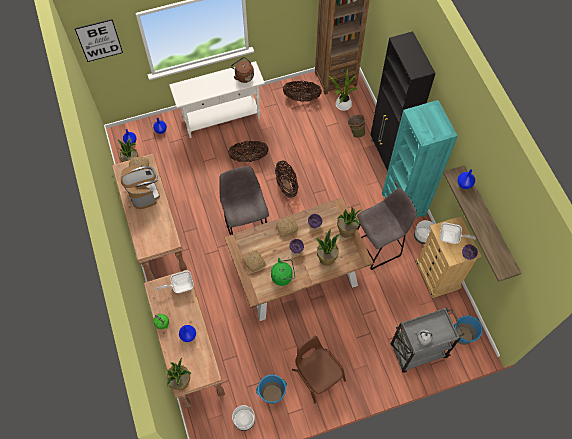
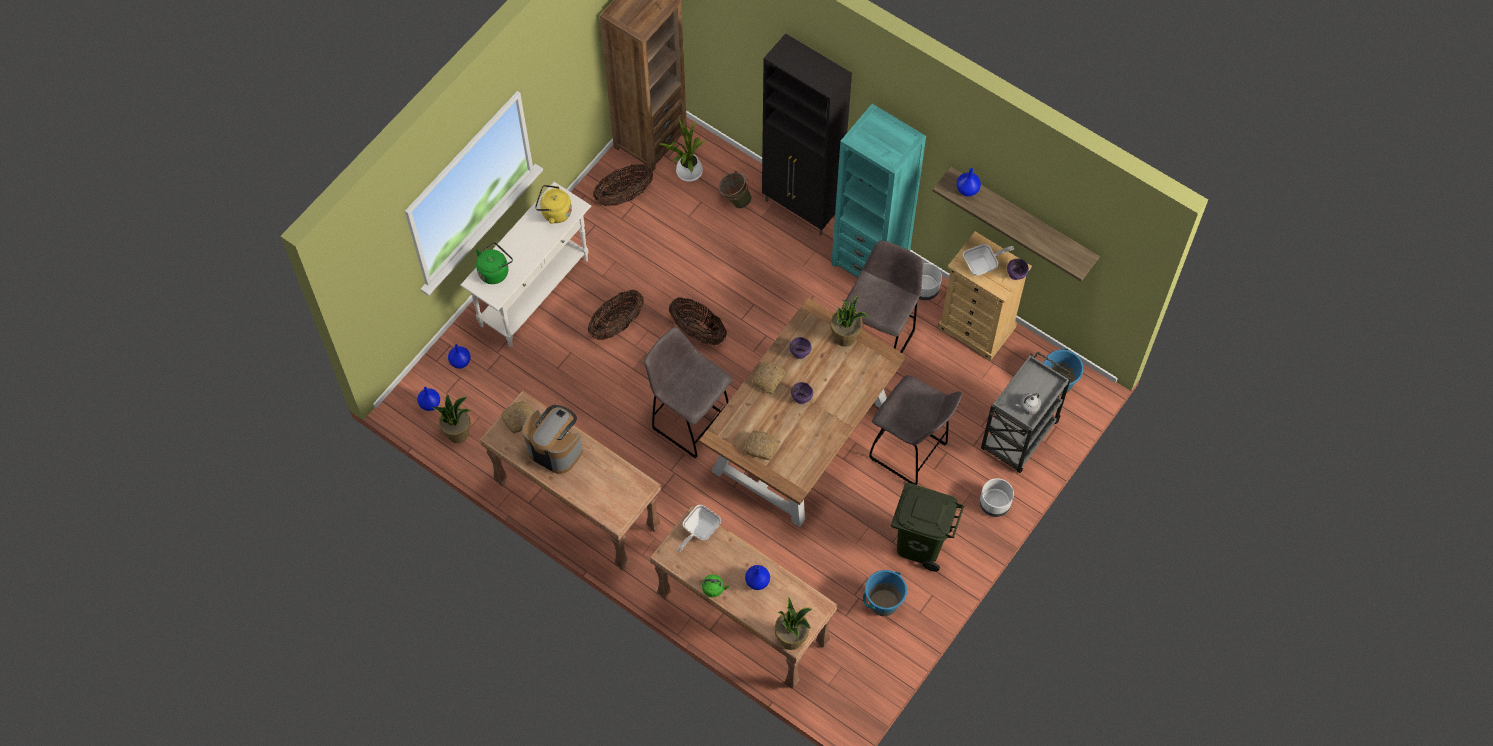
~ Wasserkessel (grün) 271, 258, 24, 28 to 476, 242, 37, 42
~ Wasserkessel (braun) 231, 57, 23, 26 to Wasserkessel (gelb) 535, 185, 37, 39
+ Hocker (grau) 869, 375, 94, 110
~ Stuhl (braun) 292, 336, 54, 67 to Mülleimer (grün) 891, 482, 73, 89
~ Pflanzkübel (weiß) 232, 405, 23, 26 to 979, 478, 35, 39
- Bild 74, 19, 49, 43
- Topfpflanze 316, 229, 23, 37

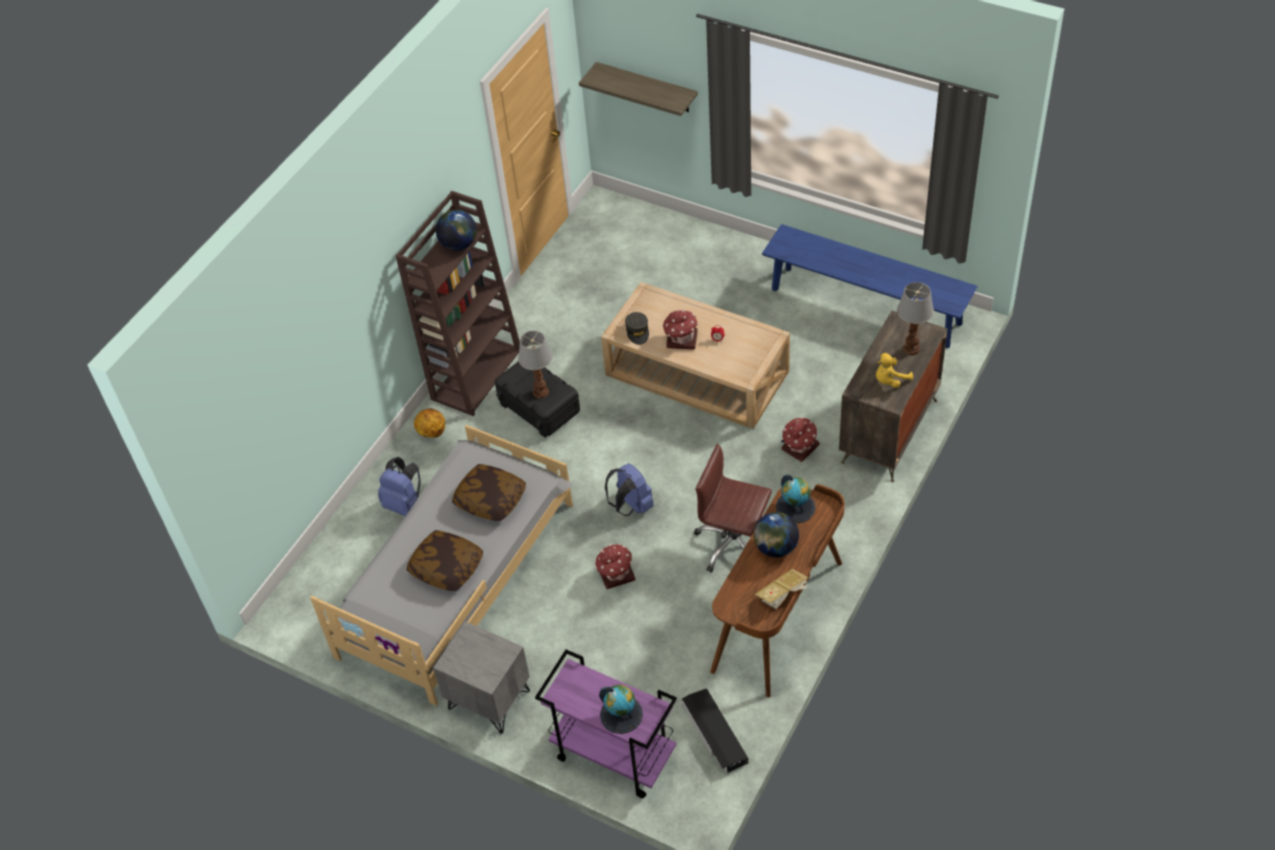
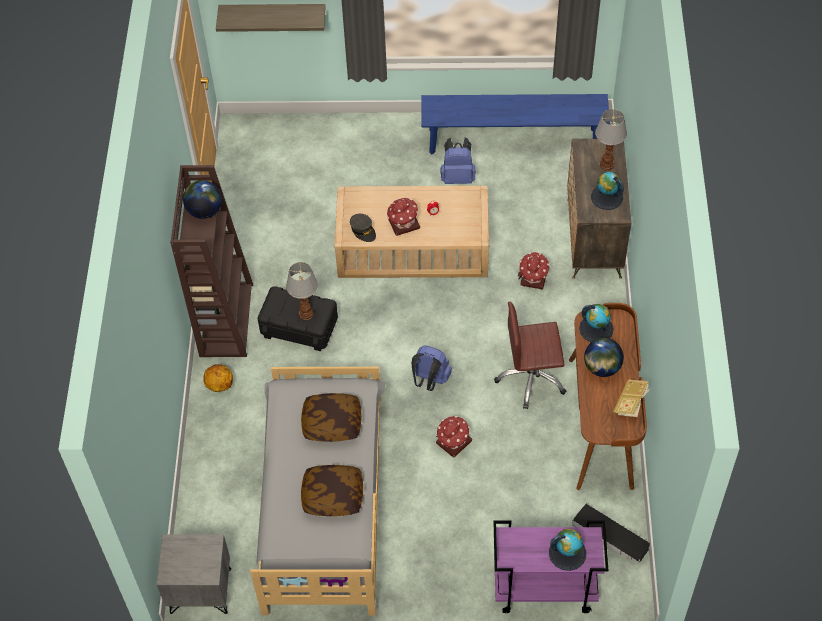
~ Nachttisch (grau) 433, 621, 97, 113 to 157, 534, 74, 80
~ Rucksack (blau) 378, 457, 43, 59 to 440, 138, 36, 46
~ Plüschtier (gelb) 876, 353, 37, 35 to Globus 591, 172, 33, 38

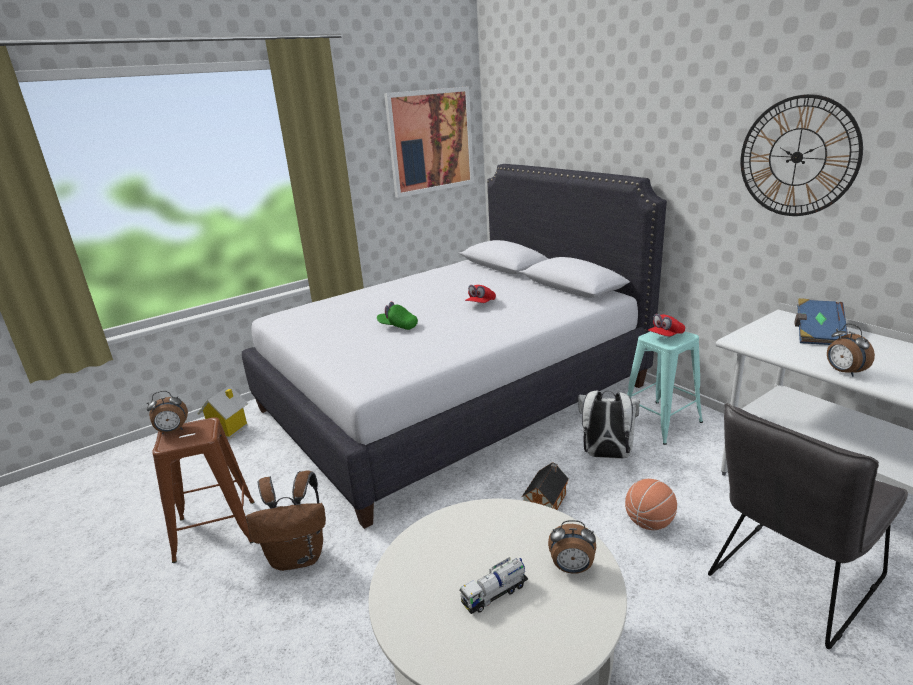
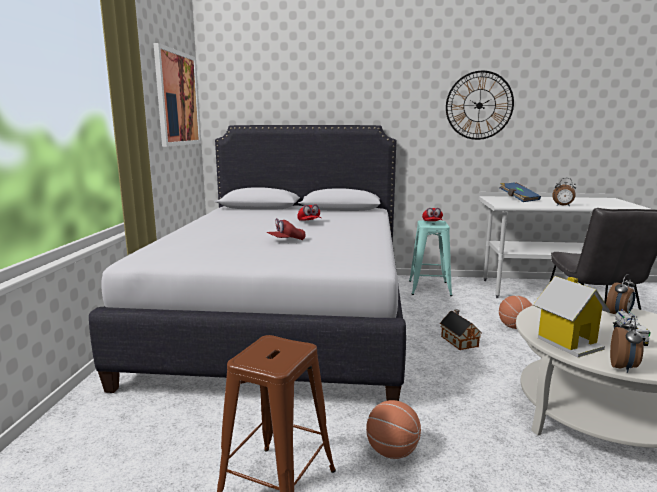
~ Kappe (grün) 377, 302, 41, 28 to Kappe (rot) 267, 218, 39, 22
~ Rucksack (braun) 246, 471, 80, 100 to Basketball 366, 400, 55, 59
~ Spielzeughaus 198, 386, 50, 54 to 533, 276, 78, 81
~ Wecker 147, 391, 41, 43 to 610, 316, 33, 57
- Rucksack (weiß) 578, 391, 62, 68

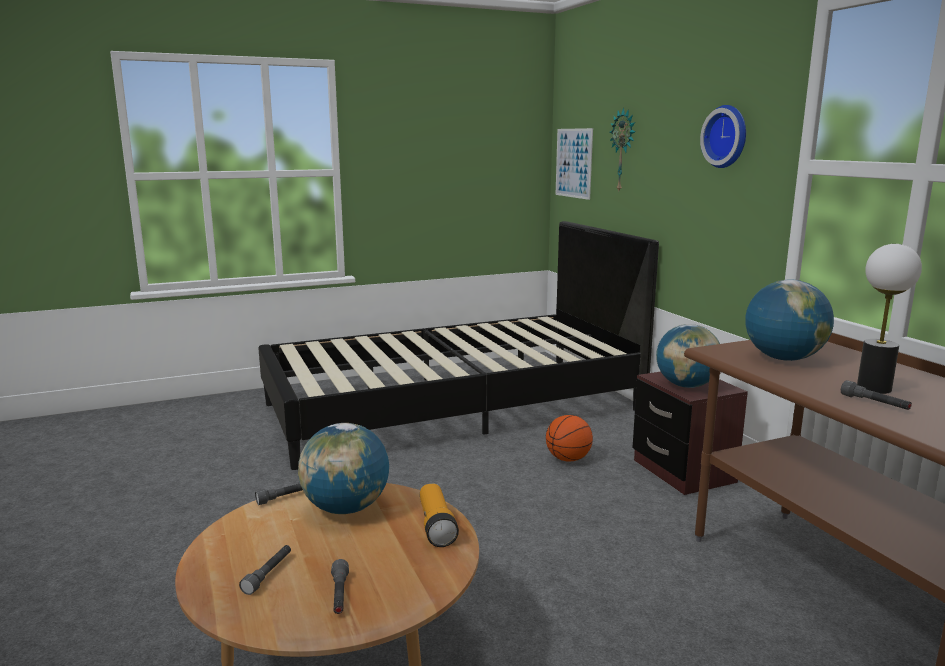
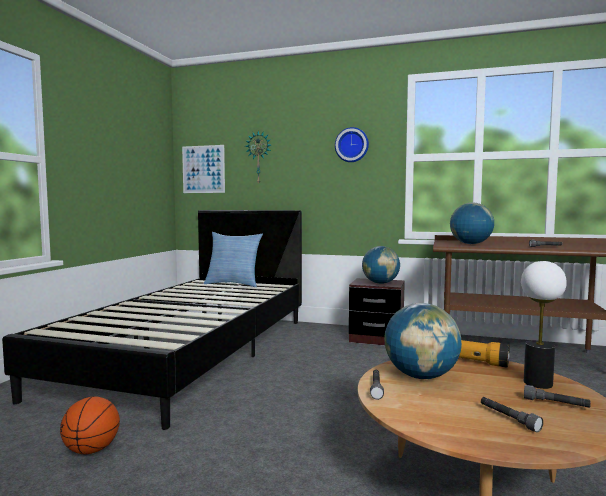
~ Basketball 546, 415, 47, 47 to 60, 396, 60, 58
+ Kissen 204, 232, 59, 55
~ Tischlampe 857, 244, 65, 150 to 521, 261, 46, 128

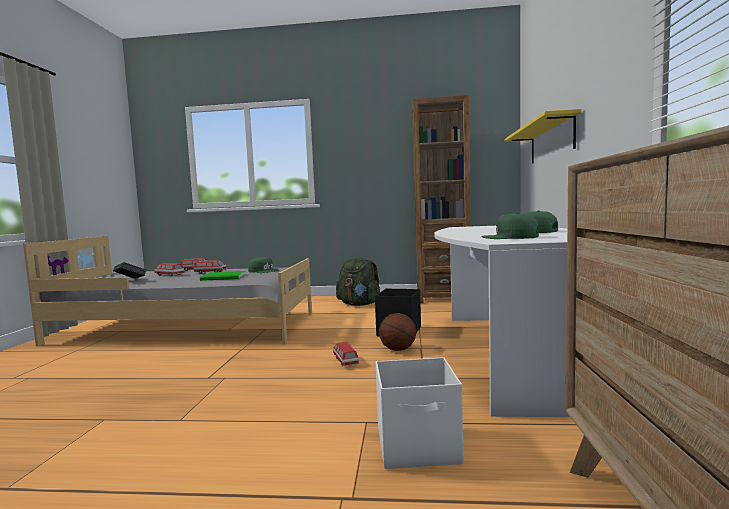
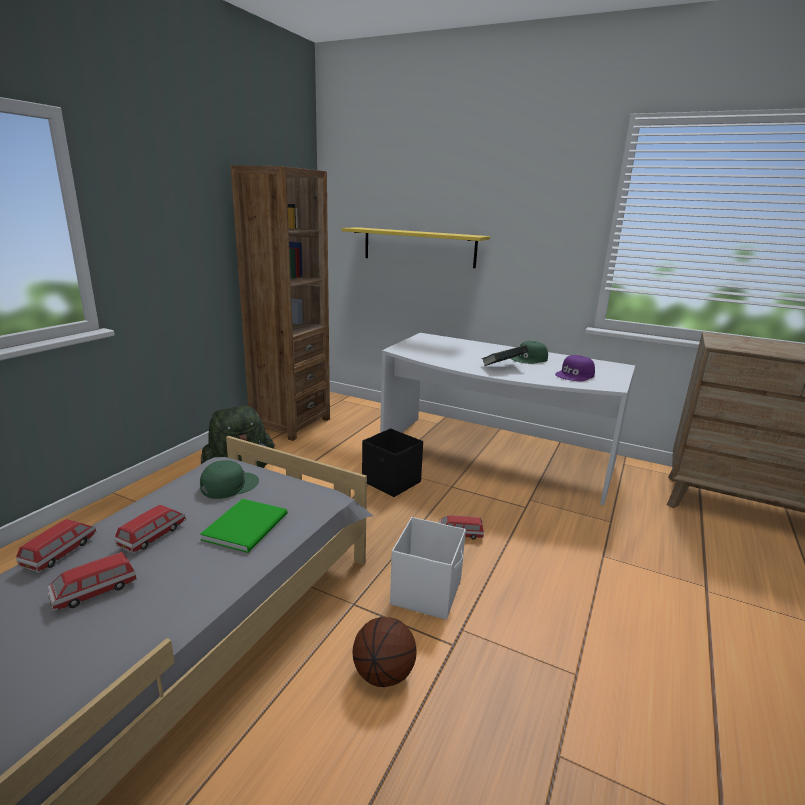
~ Basketball 379, 313, 37, 38 to 353, 617, 63, 70
~ Aufbewahrungsbox (weiß) 376, 357, 87, 112 to 390, 517, 76, 103
~ Buch 113, 262, 34, 17 to 482, 345, 46, 21
~ Kappe (grün) 481, 213, 58, 26 to Kappe (lila) 555, 355, 40, 26

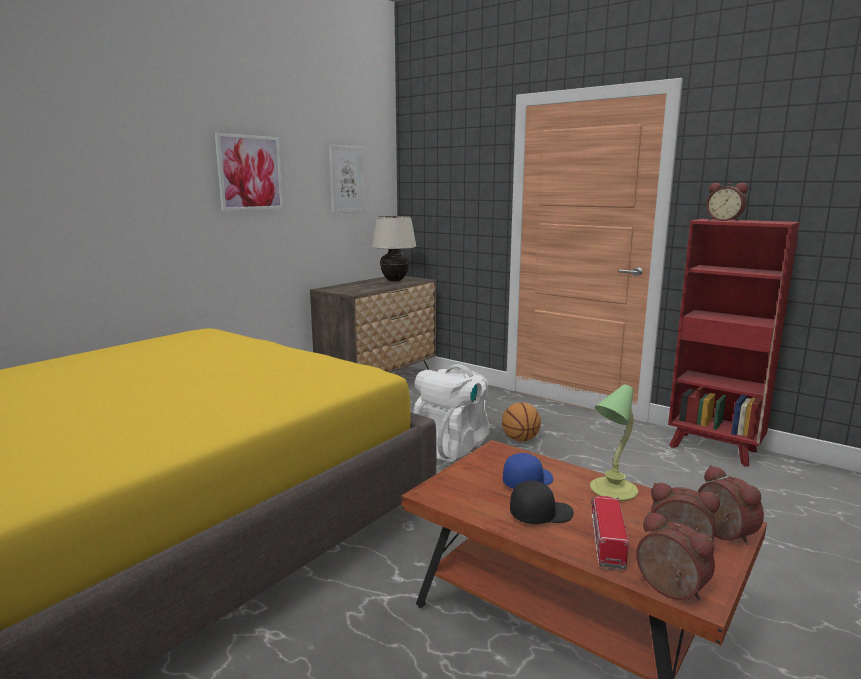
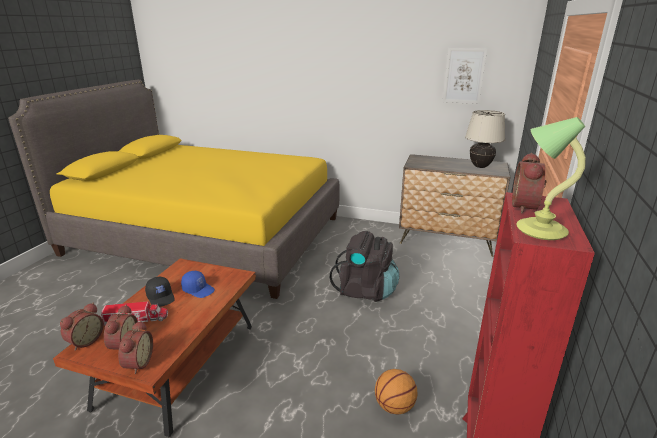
~ Wecker 698, 465, 66, 80 = 118, 320, 35, 54 45 degrees counterclockwise
~ Rucksack (weiß) 413, 364, 77, 98 to Rucksack (schwarz) 330, 231, 69, 71
~ Basketball 502, 402, 39, 40 to 375, 369, 43, 46
~ Tischlampe 590, 384, 48, 117 to 516, 117, 70, 123
- Bild 215, 133, 68, 78

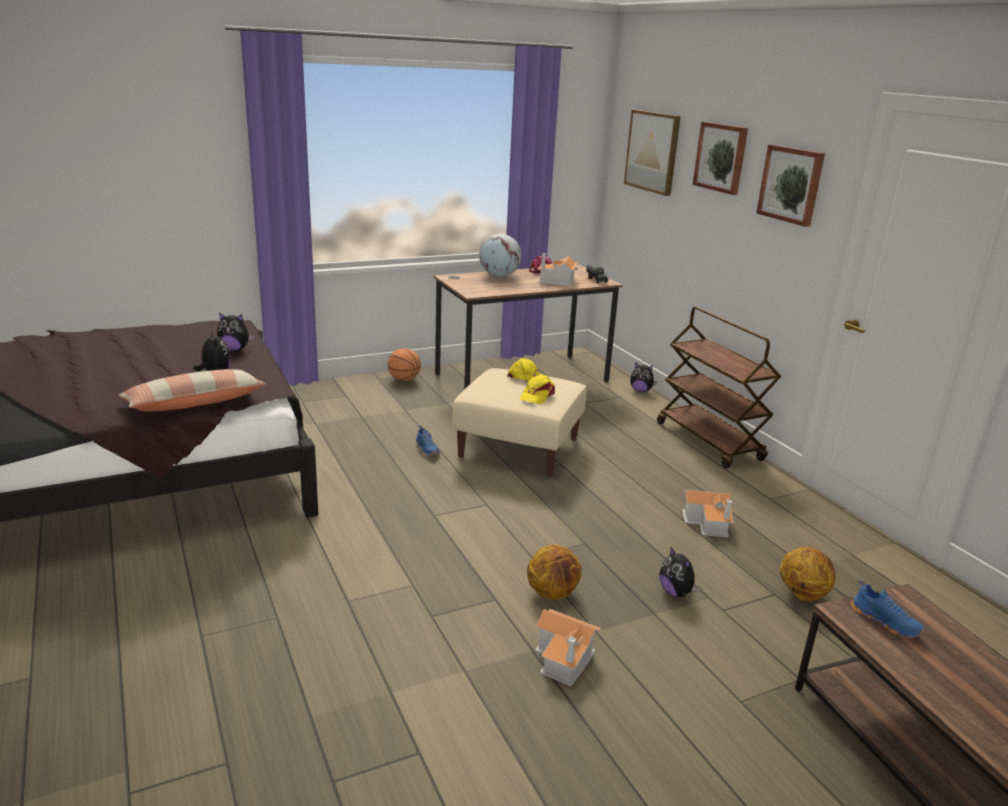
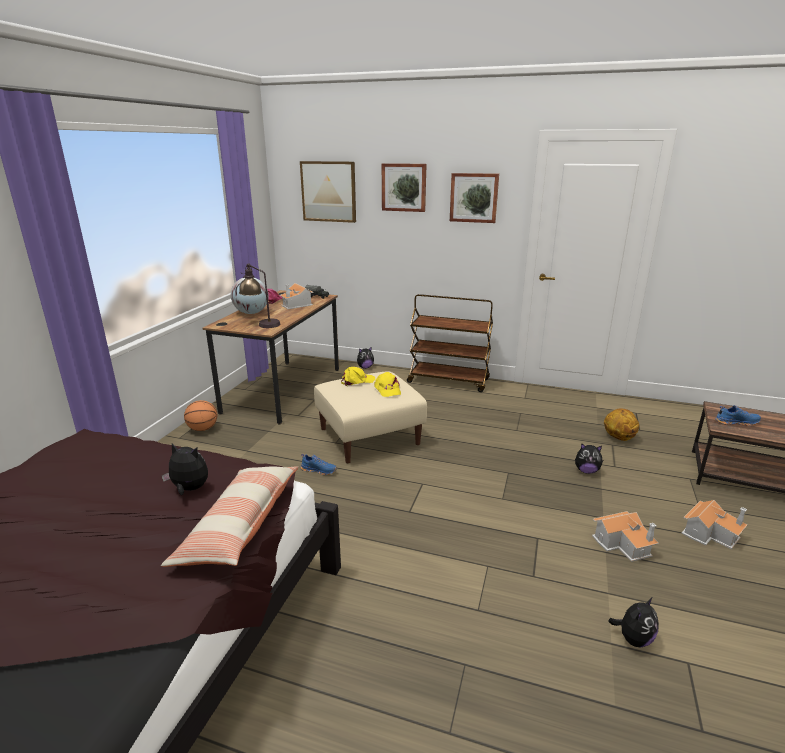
+ Tischlampe 239, 263, 41, 65
~ Plüschtier 217, 313, 37, 38 to 608, 597, 51, 50
~ Spielzeughaus 683, 490, 51, 48 to 681, 500, 66, 49
- Basketball 527, 544, 55, 55

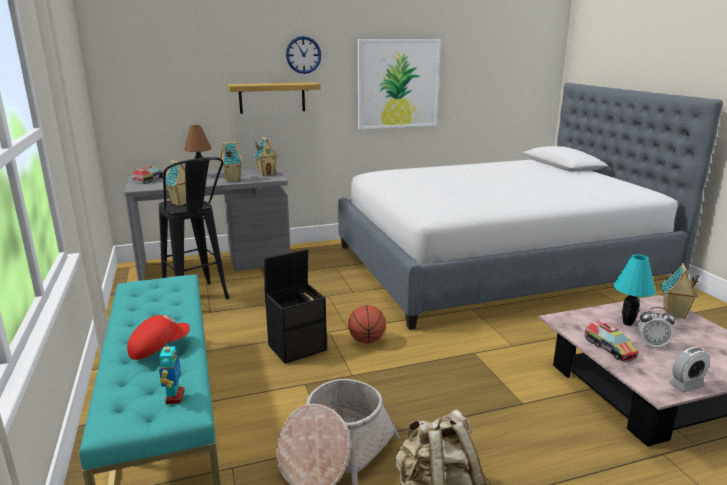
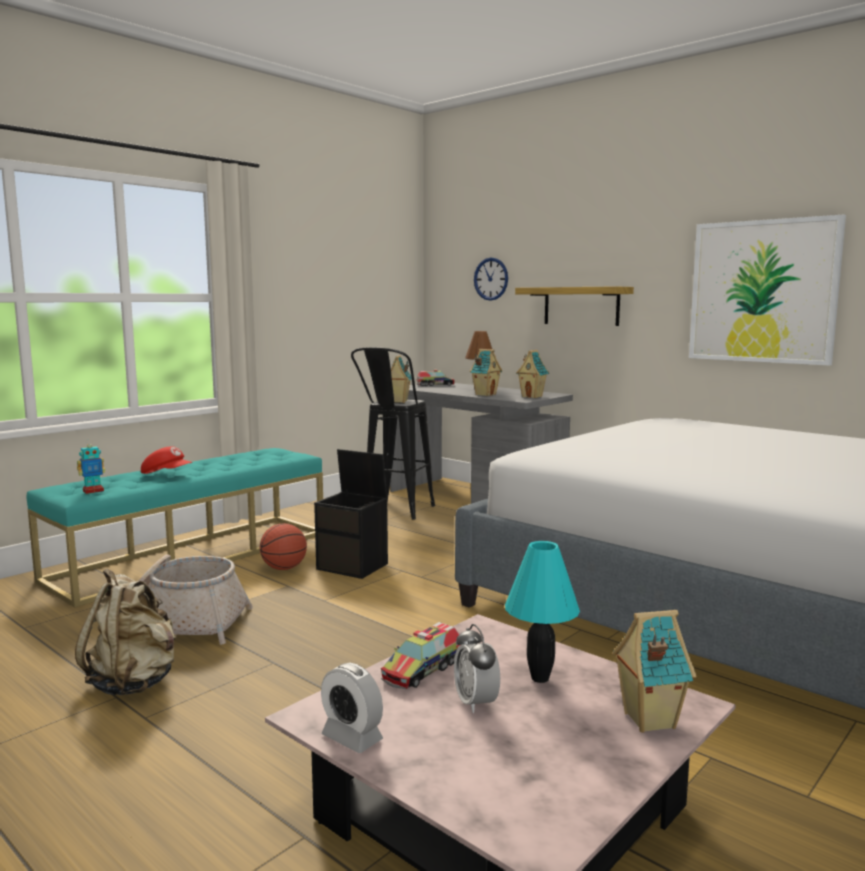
~ Basketball 348, 305, 38, 39 to 260, 523, 47, 47
~ Wanduhr 286, 36, 35, 38 to 474, 257, 34, 44

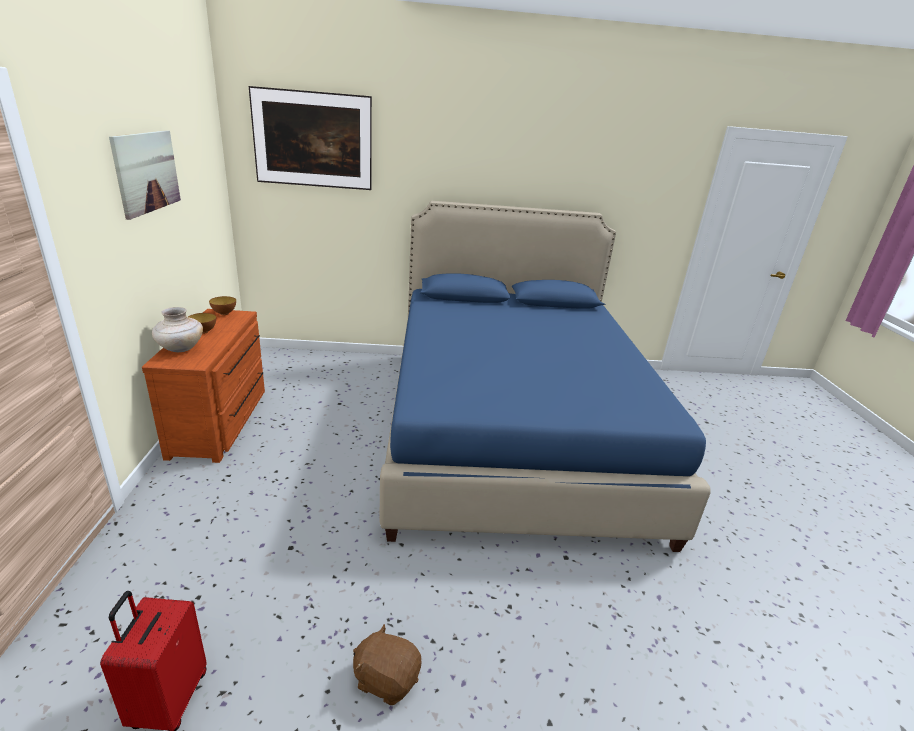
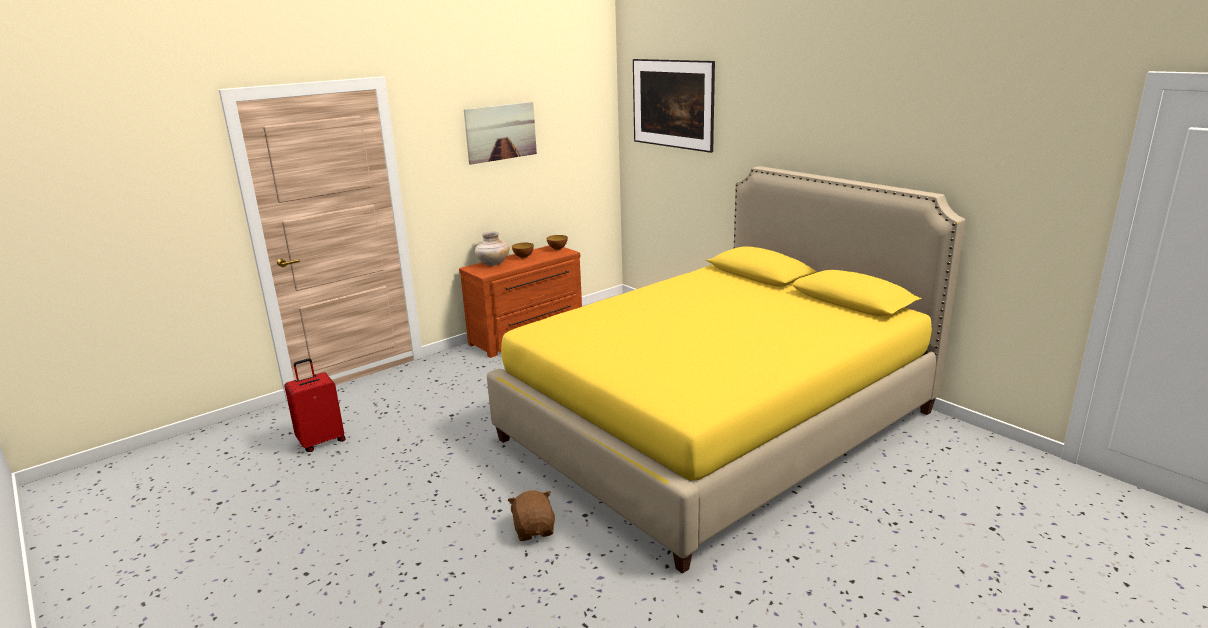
~ Bett (blau) 379, 201, 332, 351 to Bett (gelb) 487, 166, 478, 408
~ Plüschtier (braun) 353, 624, 68, 81 to 508, 490, 47, 51

